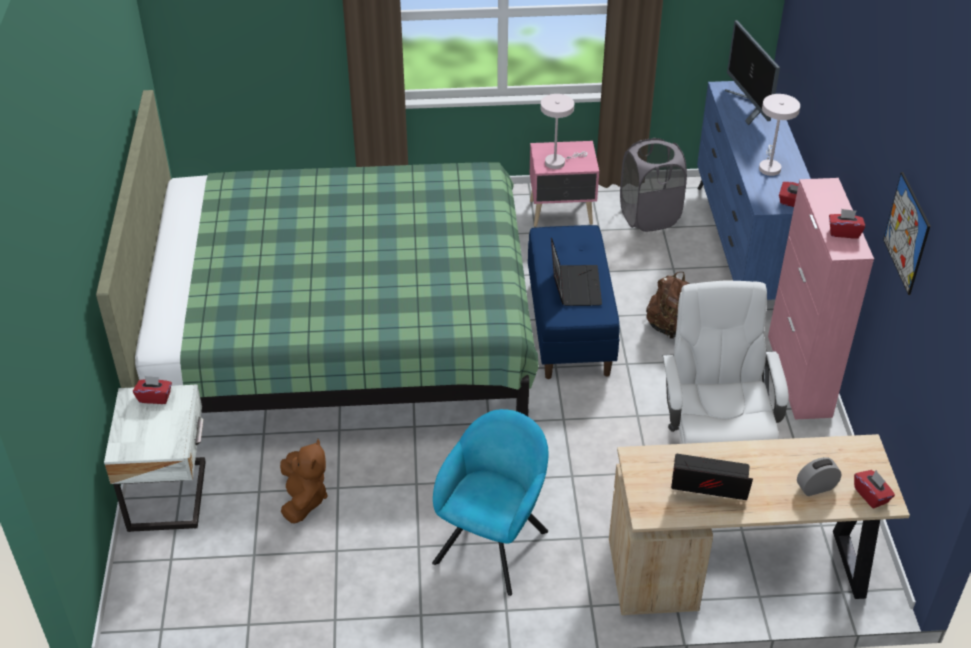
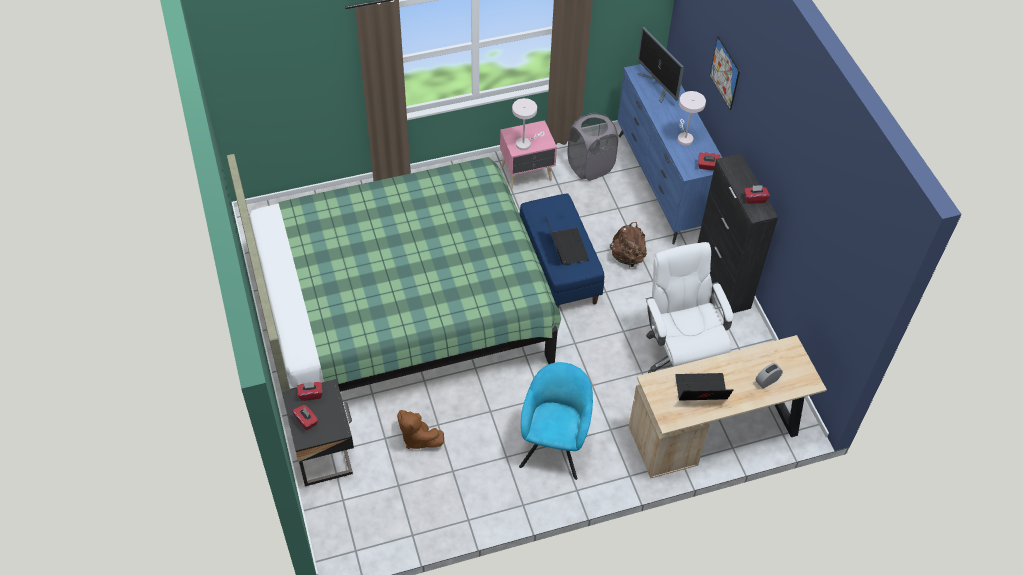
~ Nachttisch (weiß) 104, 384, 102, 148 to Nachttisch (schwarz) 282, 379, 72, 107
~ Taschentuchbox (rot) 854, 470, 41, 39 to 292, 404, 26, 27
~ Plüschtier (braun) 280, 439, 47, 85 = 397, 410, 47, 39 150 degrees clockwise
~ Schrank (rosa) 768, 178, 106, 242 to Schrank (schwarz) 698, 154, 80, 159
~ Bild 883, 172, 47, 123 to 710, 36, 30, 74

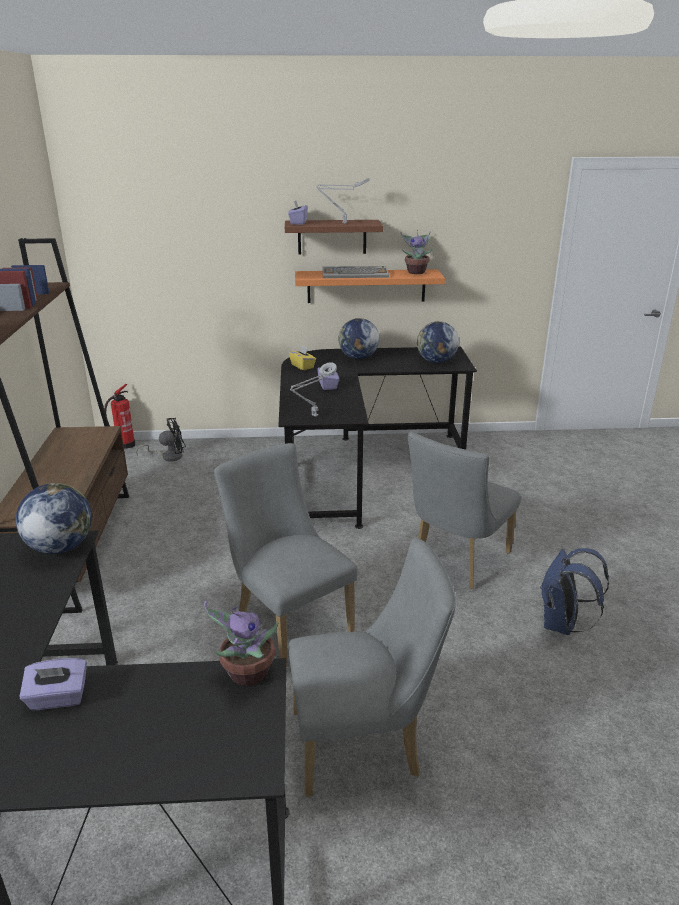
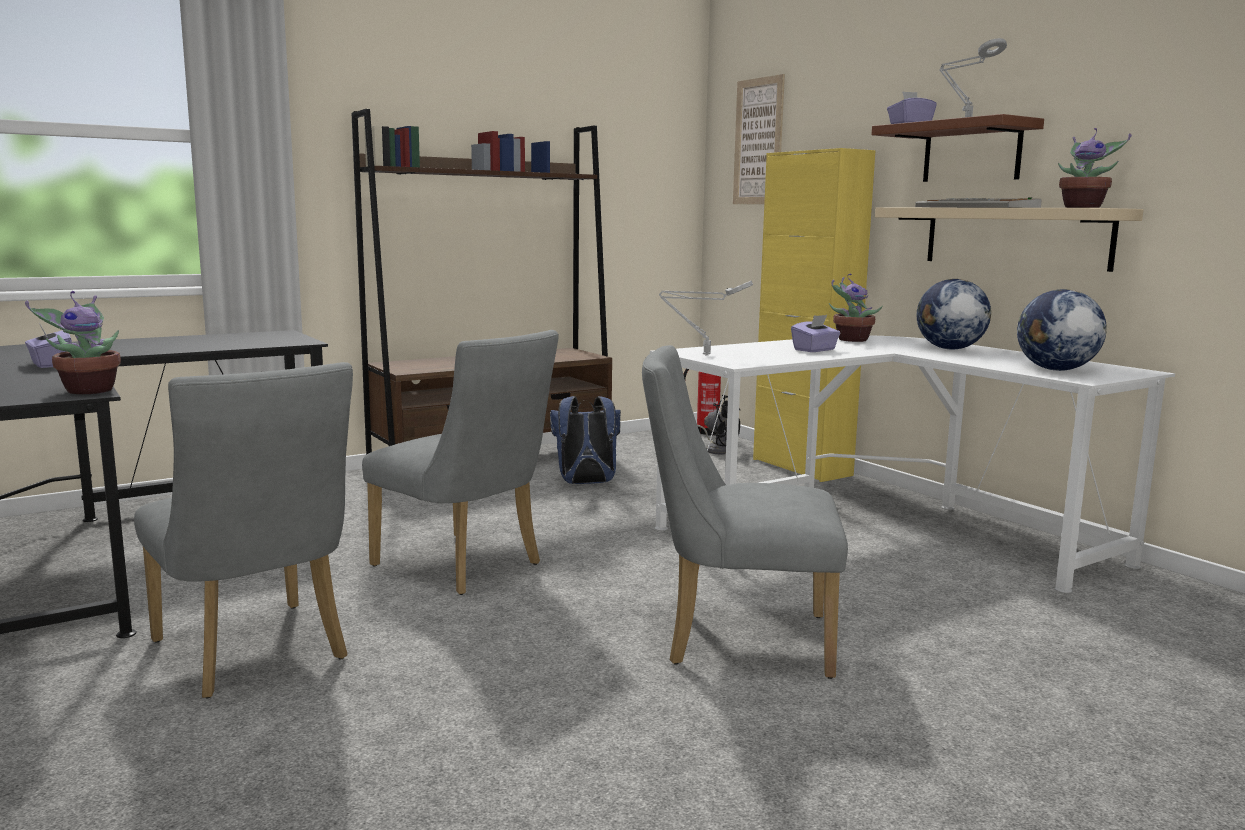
~ Stuhl (grau) 214, 443, 144, 224 = 362, 330, 197, 265 105 degrees clockwise
~ Rucksack (blau) 540, 548, 69, 87 to 550, 396, 71, 88
~ Schreibtisch (schwarz) 278, 347, 199, 182 to Schreibtisch (weiß) 650, 335, 525, 258
+ Bild 733, 74, 52, 130
+ Schrank (gelb) 753, 148, 122, 334
~ Taschentuchbox (gelb) 289, 345, 27, 25 to Topfpflanze 829, 274, 54, 68
~ Wandregal (orange) 295, 269, 150, 34 to Wandregal (beige) 875, 207, 269, 65
- Globus 16, 483, 76, 71

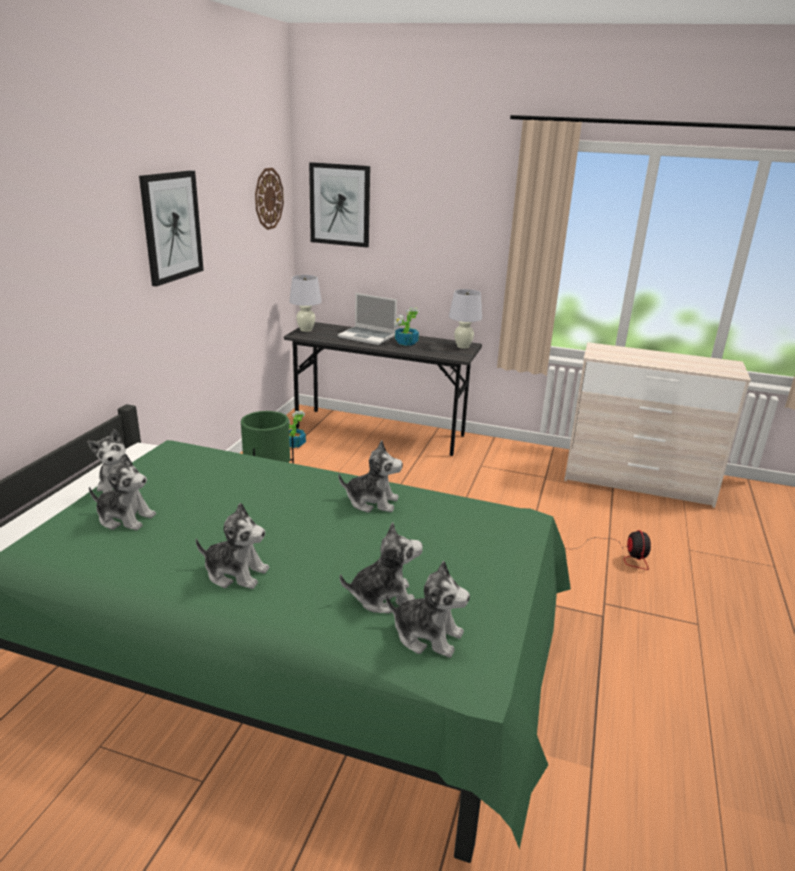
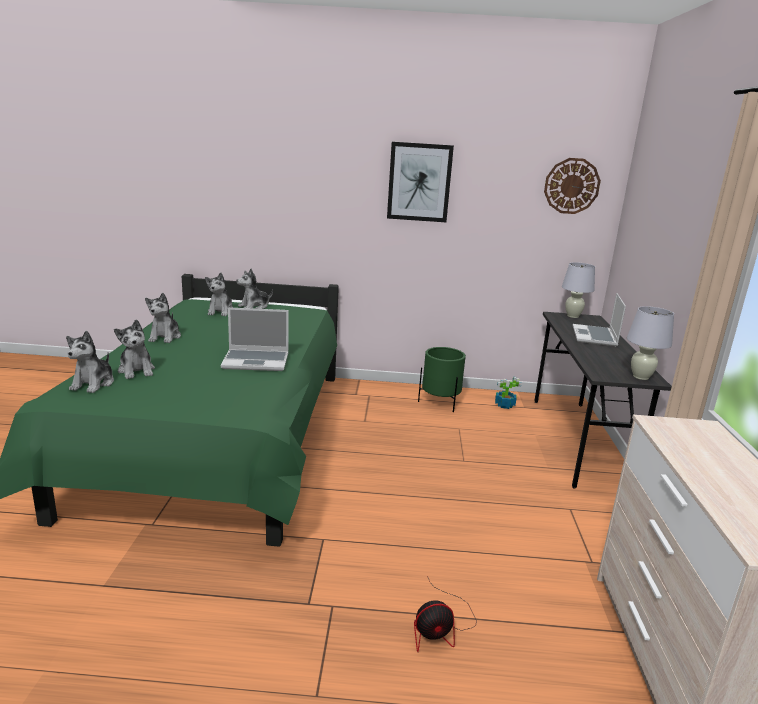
~ Plüschtier 338, 440, 65, 73 to Laptop 221, 307, 68, 64
- Bild 309, 162, 61, 86
- Topfpflanze 394, 308, 25, 38

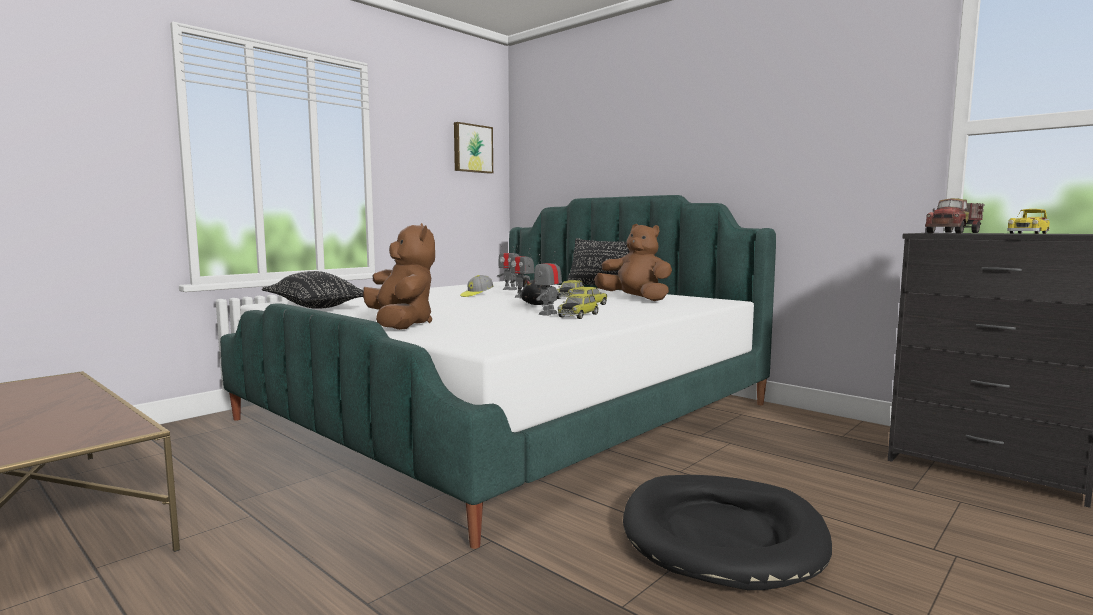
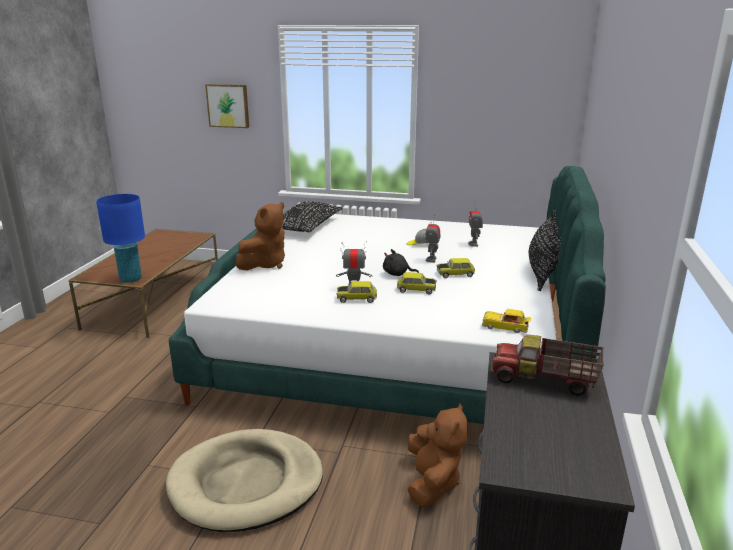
+ Tischlampe (blau) 96, 194, 49, 89
~ Hundebett (schwarz) 623, 475, 209, 115 to Hundebett (beige) 166, 429, 157, 103
~ Bild 454, 122, 39, 52 to 205, 84, 44, 44
~ Plüschtier (braun) 594, 224, 78, 77 to 408, 404, 60, 103
~ Spielzeugauto 1007, 209, 43, 25 to 482, 309, 49, 24

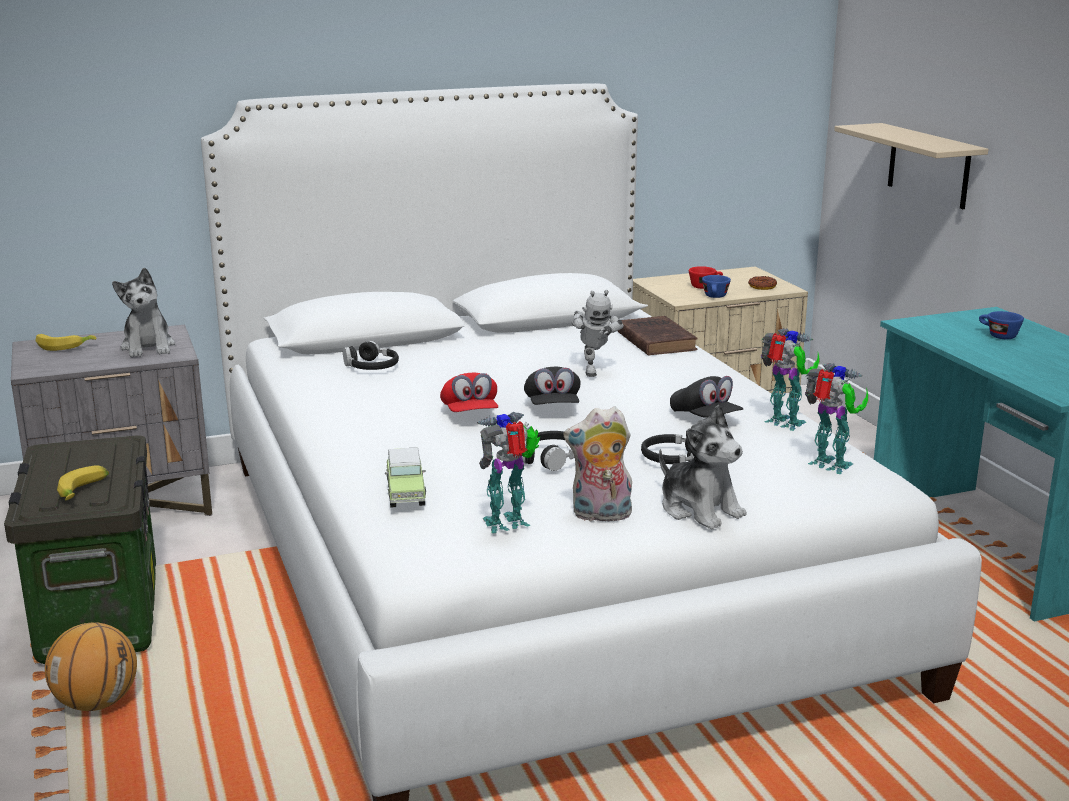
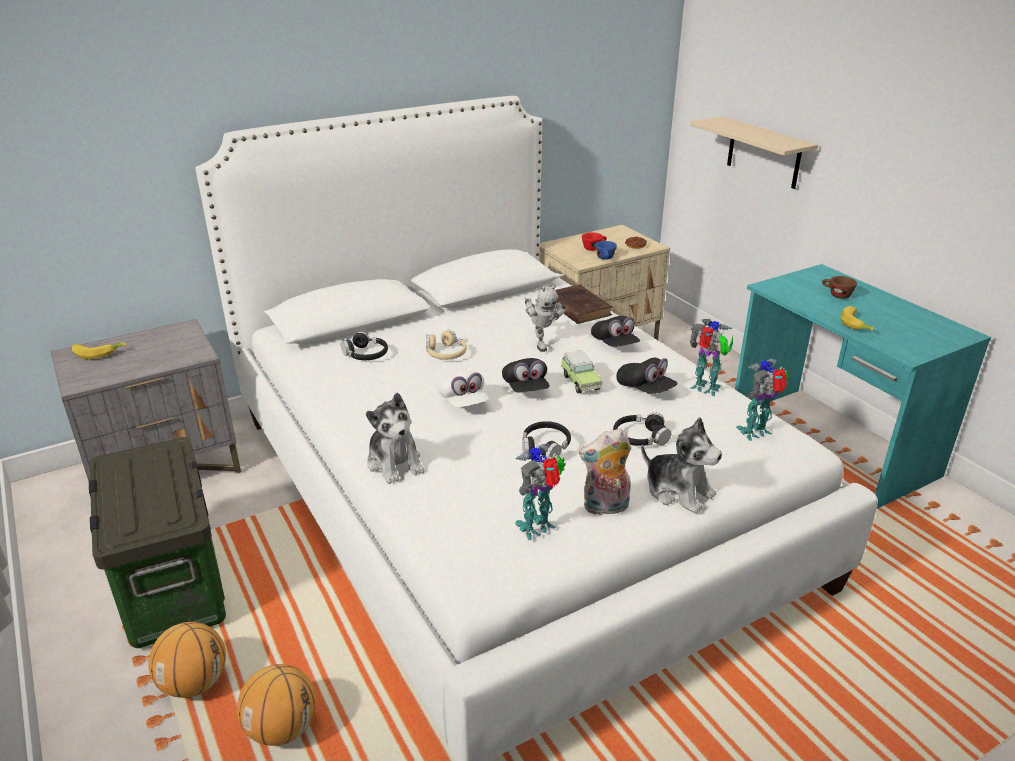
+ Basketball 237, 664, 79, 82
~ Plüschtier 112, 268, 63, 89 to 366, 393, 59, 91
+ Kopfhörer (beige) 426, 330, 41, 30
~ Kappe (rot) 440, 373, 58, 39 to Kappe (weiß) 438, 371, 51, 36
~ Spielzeugauto 385, 448, 41, 60 to 561, 350, 42, 43
+ Kappe (schwarz) 591, 316, 49, 31
~ Spielzeugroboter 805, 363, 63, 111 = 736, 359, 54, 82 60 degrees counterclockwise
~ Tasse (blau) 979, 311, 45, 28 to Tasse (braun) 822, 276, 35, 23
~ Banane 57, 465, 52, 35 to 840, 306, 33, 25

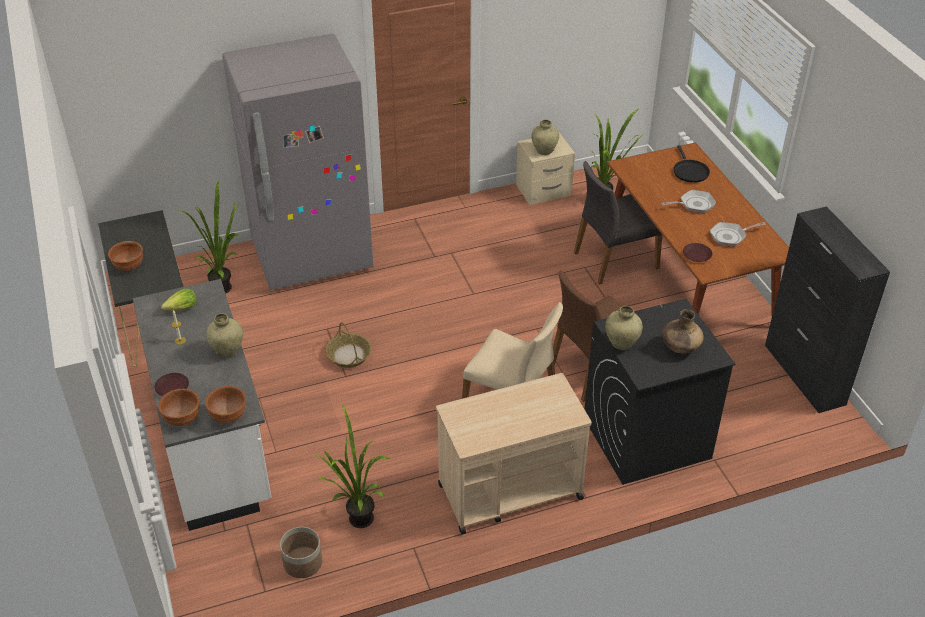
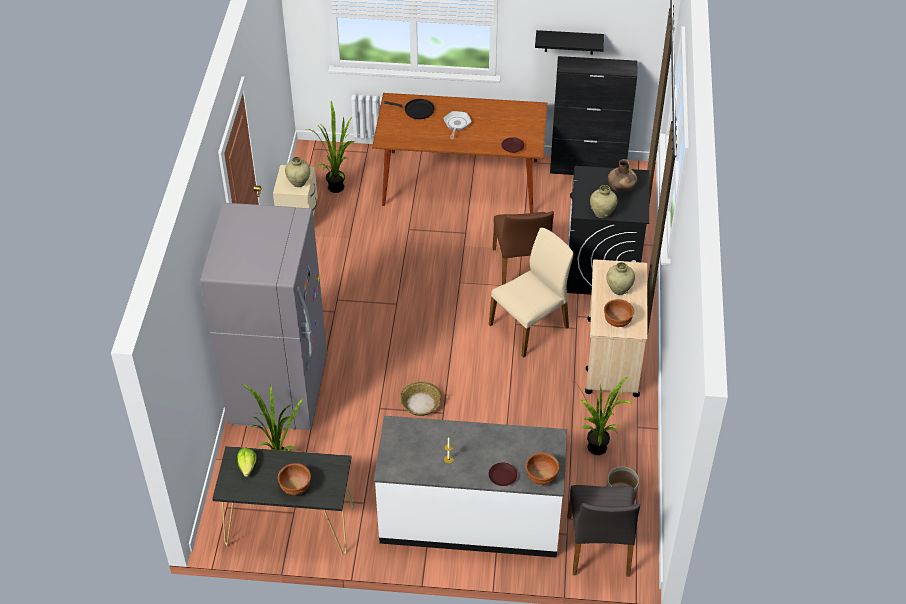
~ Salatkopf 161, 289, 35, 22 to 237, 448, 20, 29
+ Wandregal (schwarz) 535, 30, 69, 25
~ Stuhl (grau) 574, 161, 88, 124 to 567, 485, 73, 91
~ Schüssel (braun) 205, 386, 41, 37 to 604, 299, 30, 28
~ Vase (beige) 206, 313, 37, 45 to 606, 262, 29, 33
- Pfanne 710, 222, 56, 25

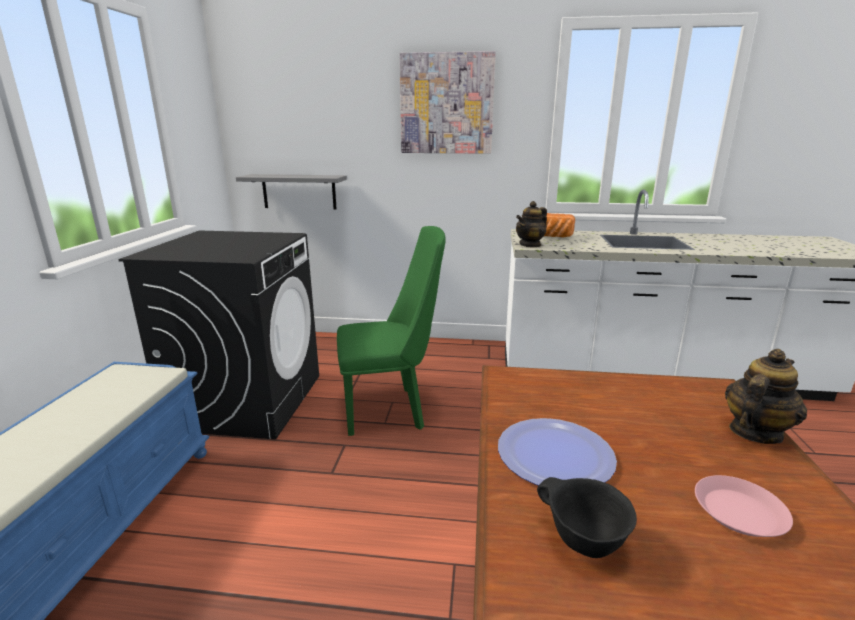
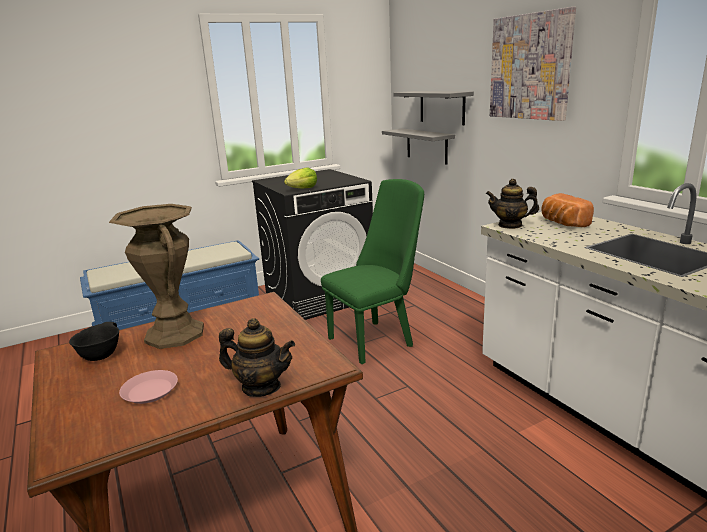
~ Teller 498, 418, 119, 68 to Vase (braun) 109, 204, 95, 145
+ Salatkopf 284, 167, 33, 21
~ Stuhl (grün) 337, 226, 109, 210 = 321, 179, 103, 185 75 degrees counterclockwise
+ Wandregal (grau) 394, 91, 80, 34

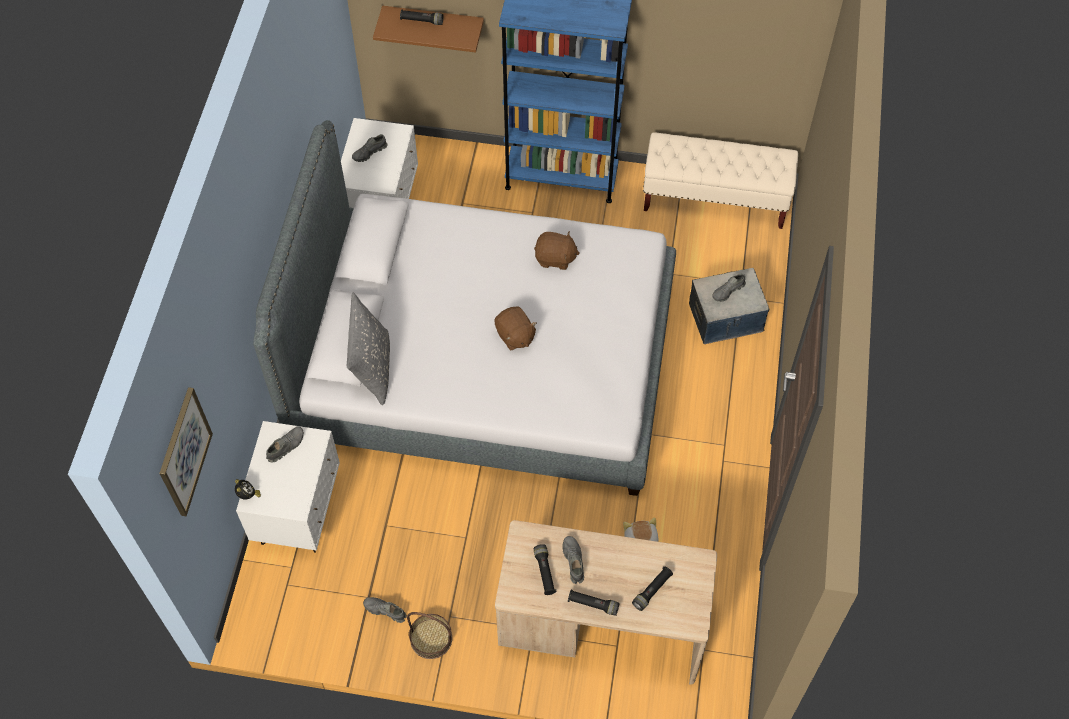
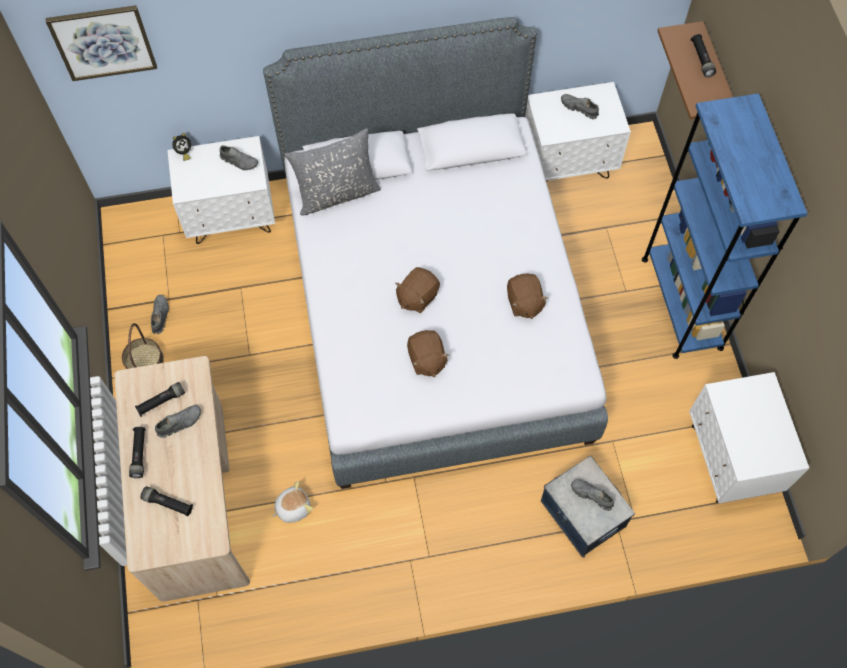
+ Plüschtier (braun) 407, 330, 42, 47
~ Bank (beige) 643, 132, 155, 97 to Nachttisch (weiß) 689, 372, 120, 131

